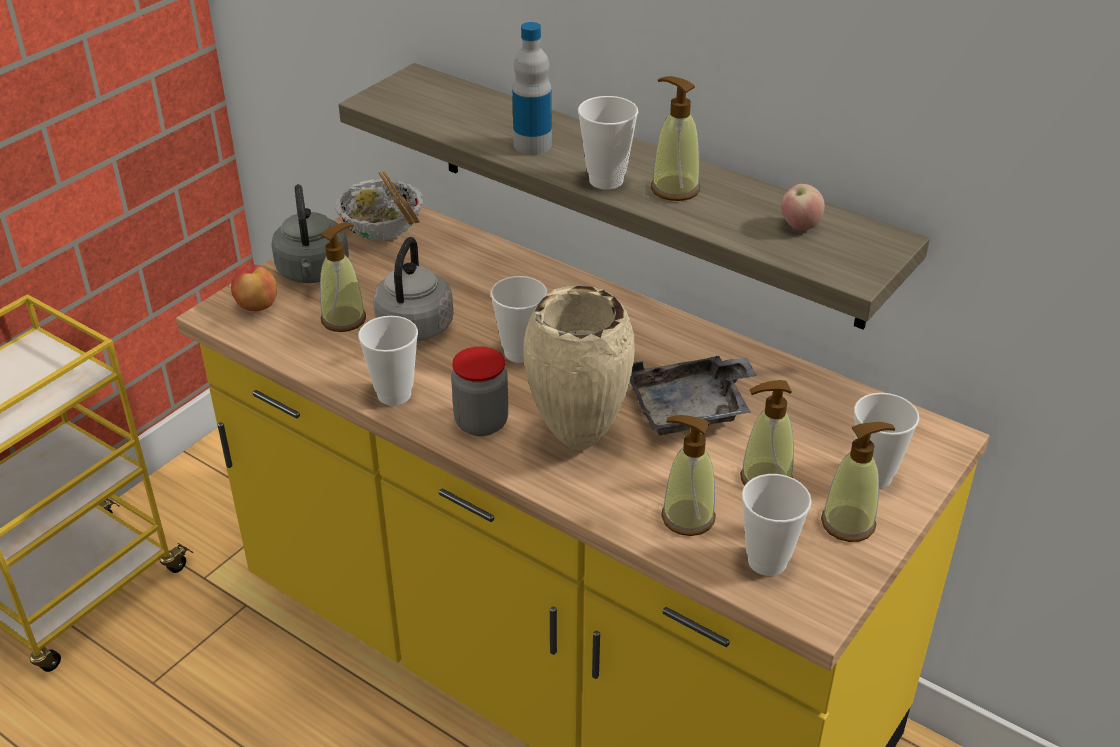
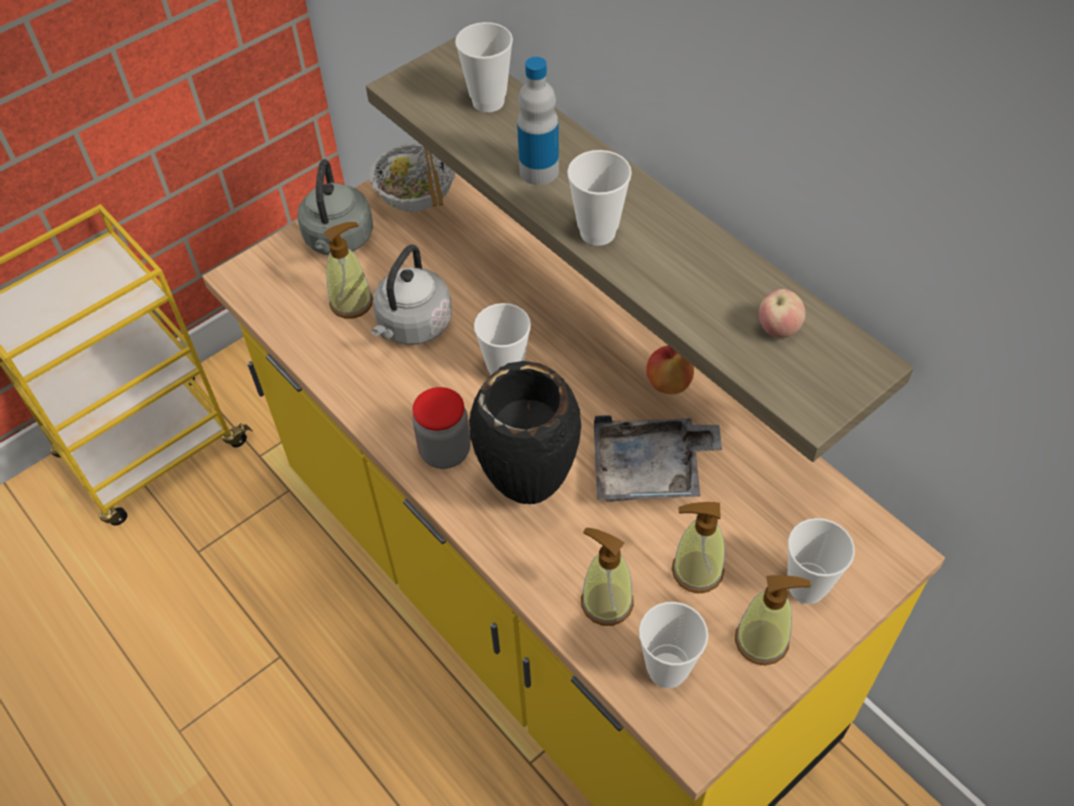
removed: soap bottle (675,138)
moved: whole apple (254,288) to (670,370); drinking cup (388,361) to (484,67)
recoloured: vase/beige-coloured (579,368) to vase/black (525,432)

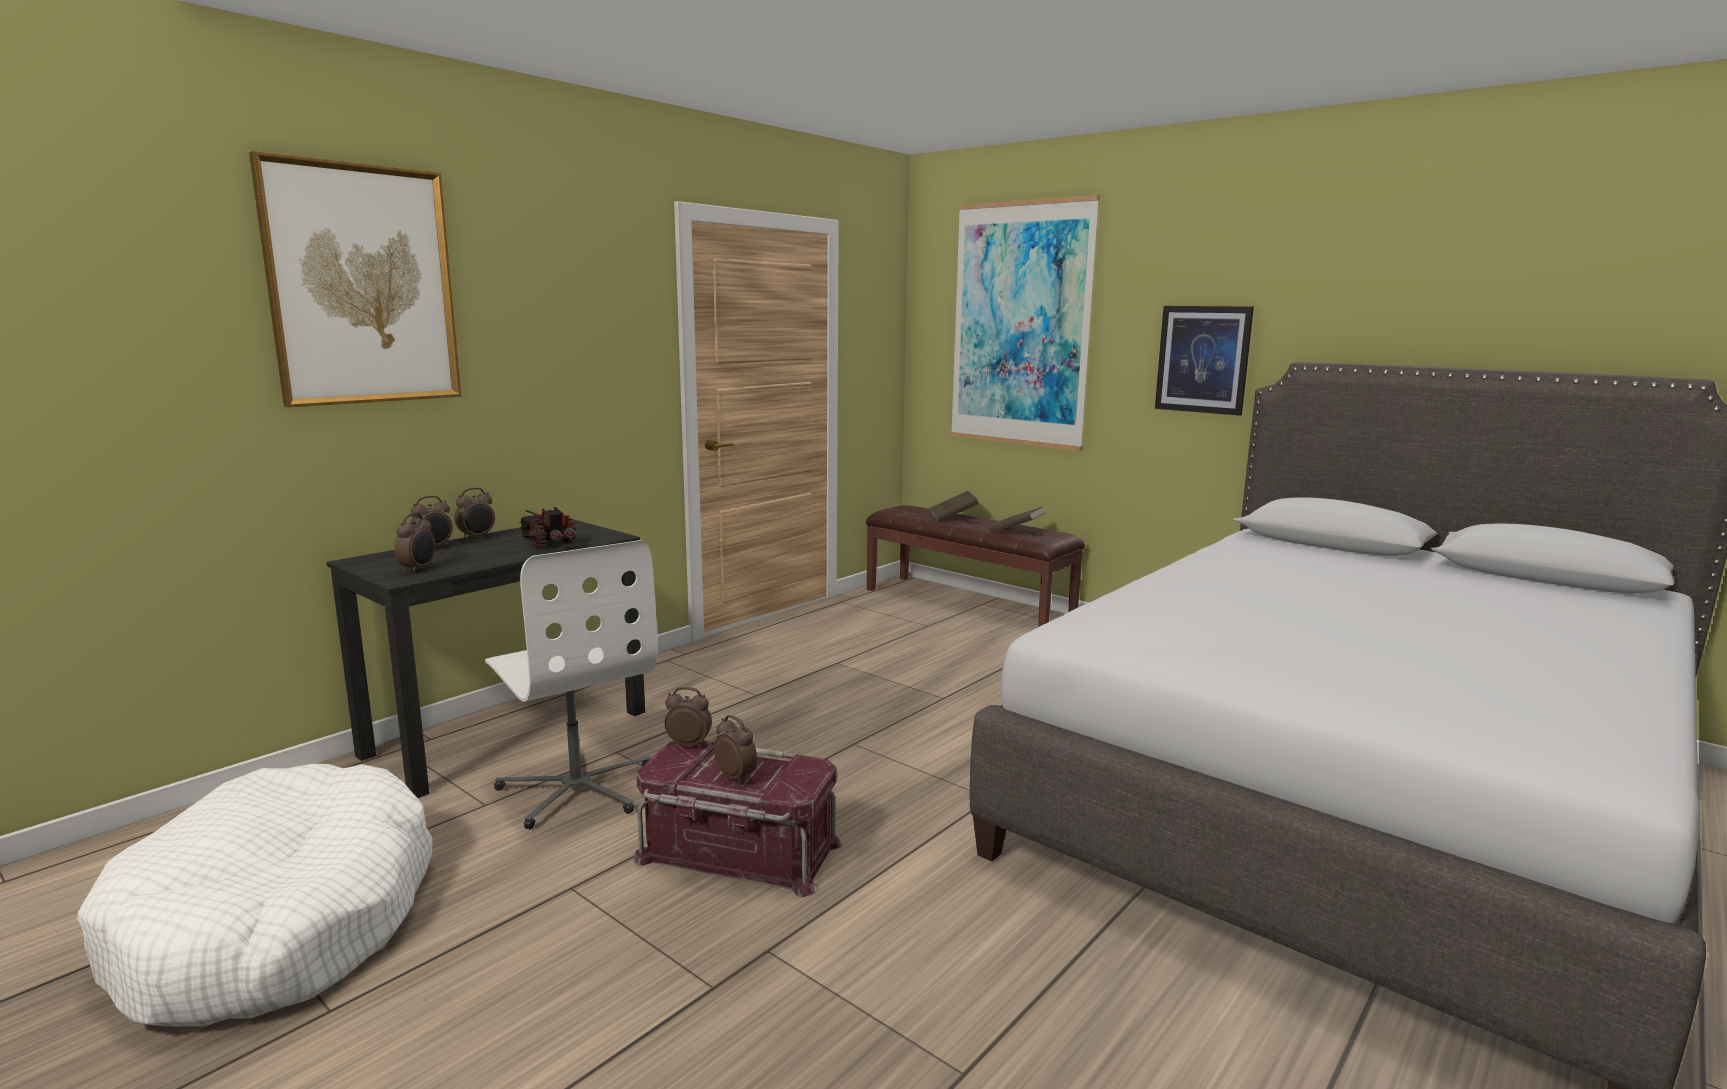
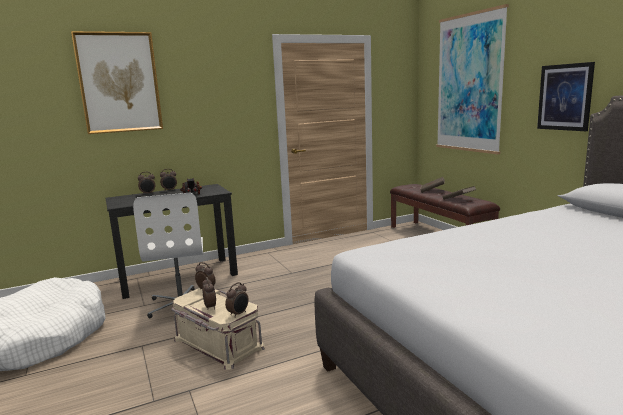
moved: alarm clock (414,543) to (237,300)
recoloured: storage bin/reddish (737,819) to storage bin/beige-coloured (218,329)

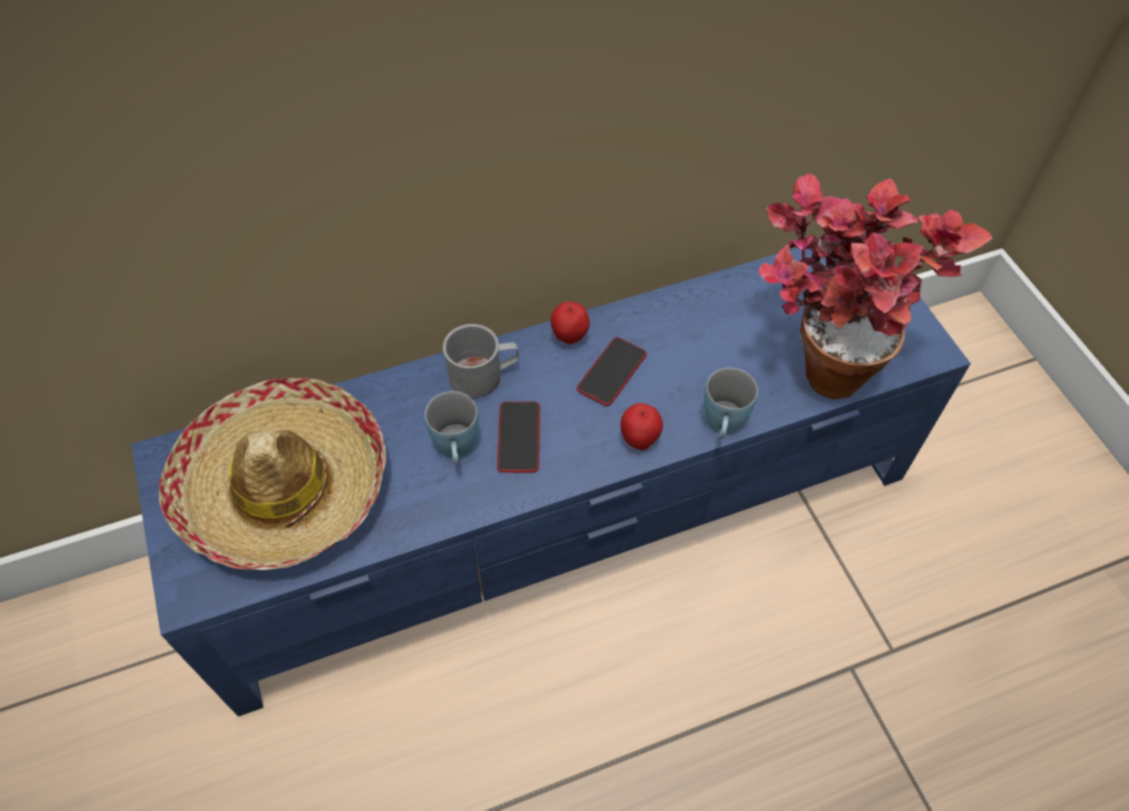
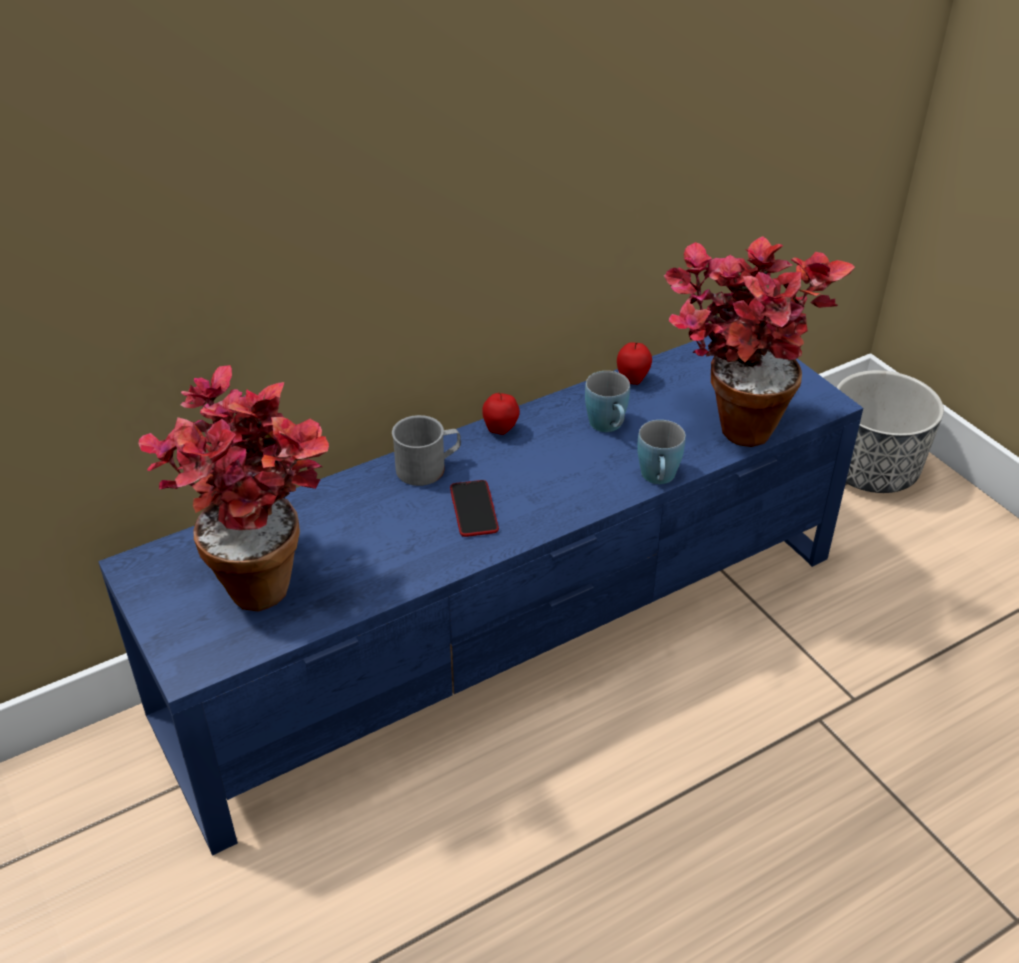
removed: handset (612,371)
added: planter (890,431)
moved: mug/bluish (452,428) to (607,401); whole apple (642,426) to (634,363)
replaced: wearable hat (272,474) to potted plant (234,488)

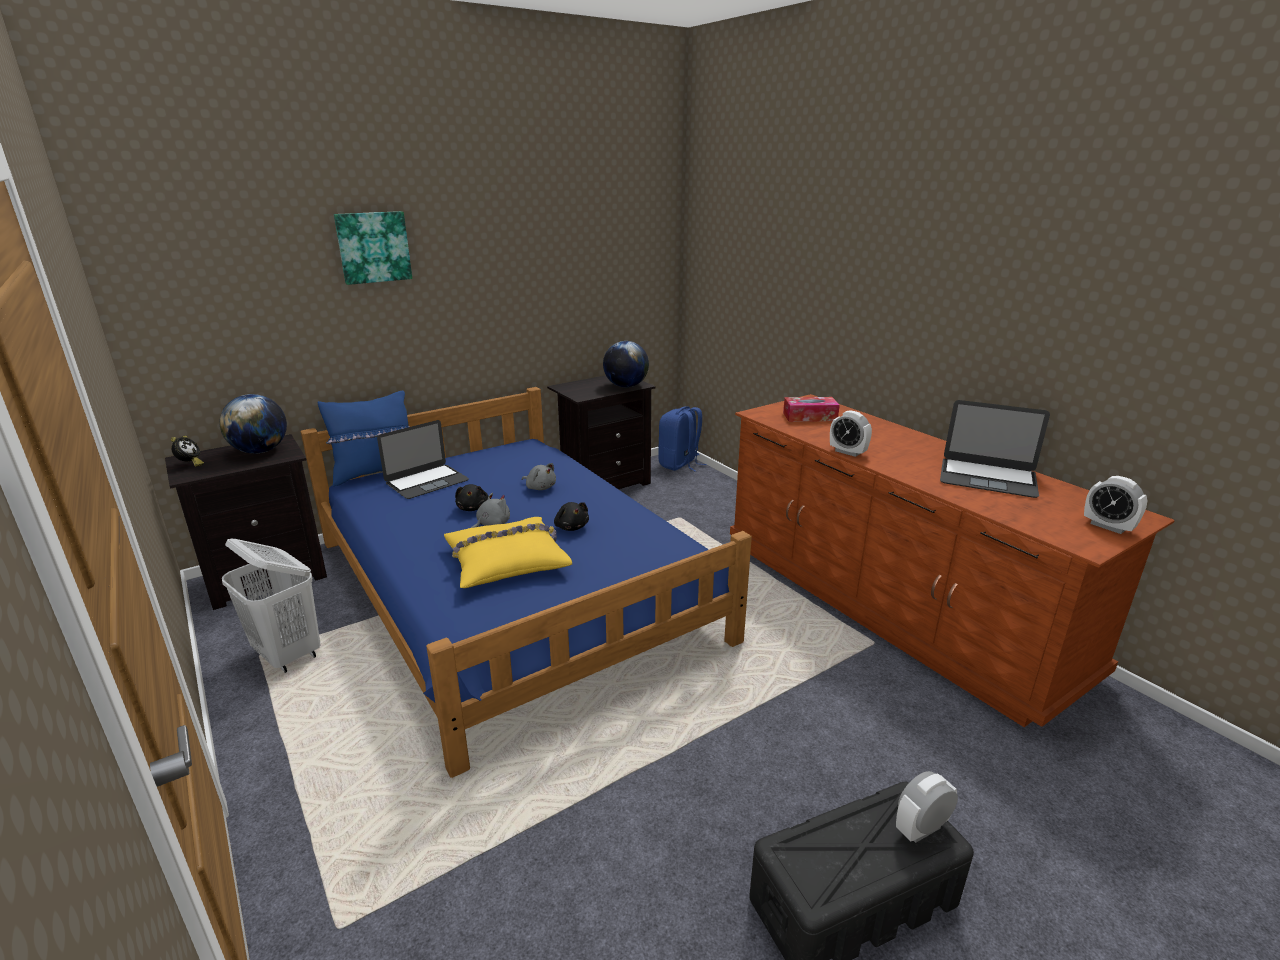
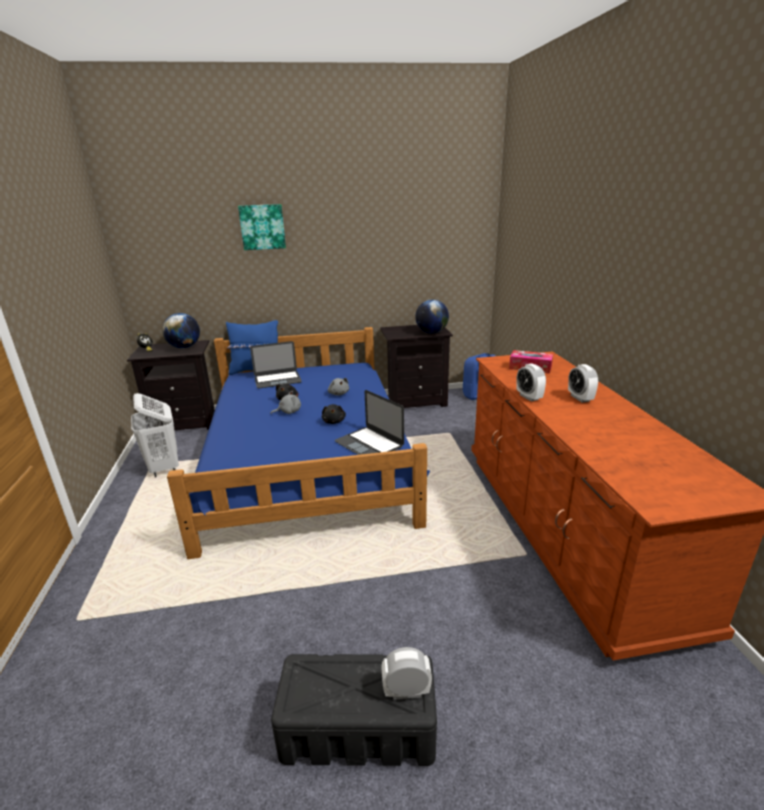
removed: cushion/yellowish (508,552)
moved: portable computer (995,449) to (369,422); alarm clock (1115,505) to (583,383)

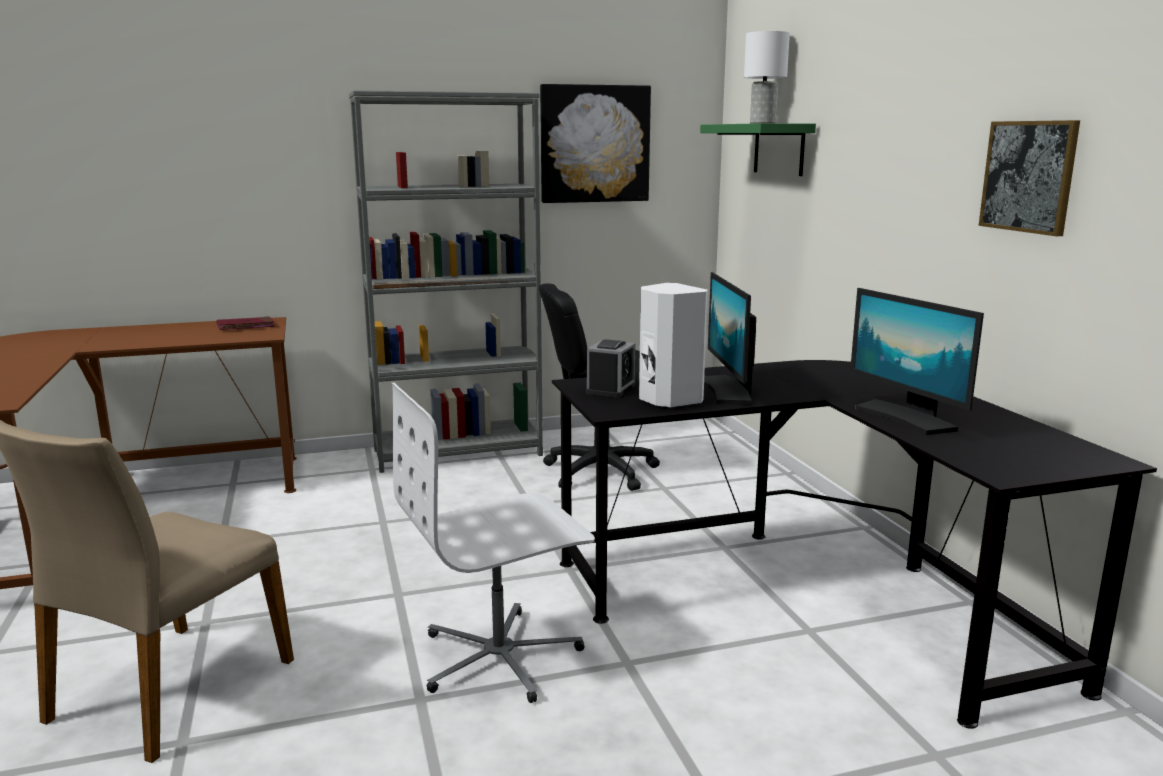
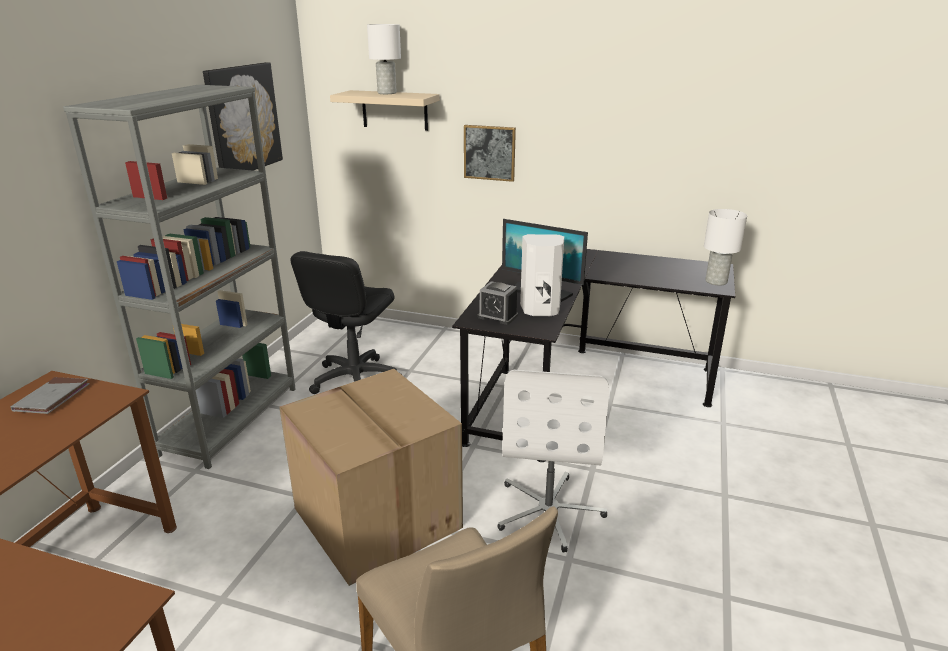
removed: computer display (917,361)
added: cardboard box (371,477); tabletop lamp/white-coloured (725,247)
moved: picture (1029,178) to (490,153)
recoloured: volume/reddish (246,323) to volume/greyish (50,395); shelf/green (758,149) to shelf/beige-coloured (385,110)
turned: alarm clock (610,368) = (498,303) 150 degrees clockwise

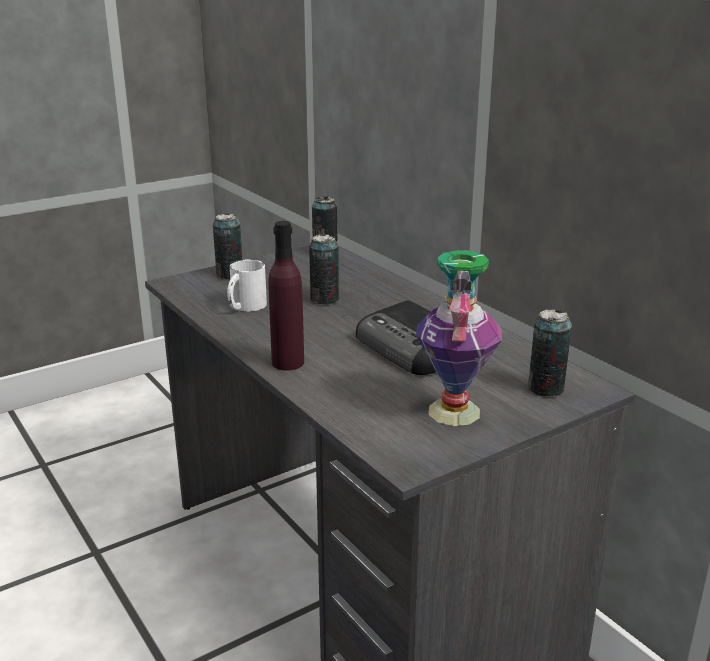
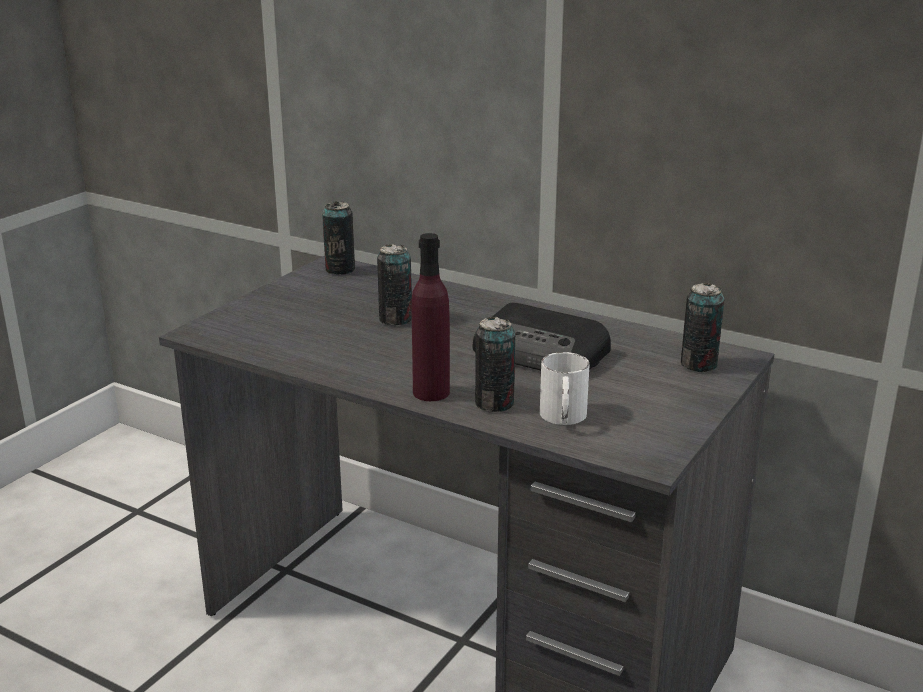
removed: vase (459,338)
moved: sealed can (227,246) to (495,364); mug/white-coloured (247,285) to (565,388)

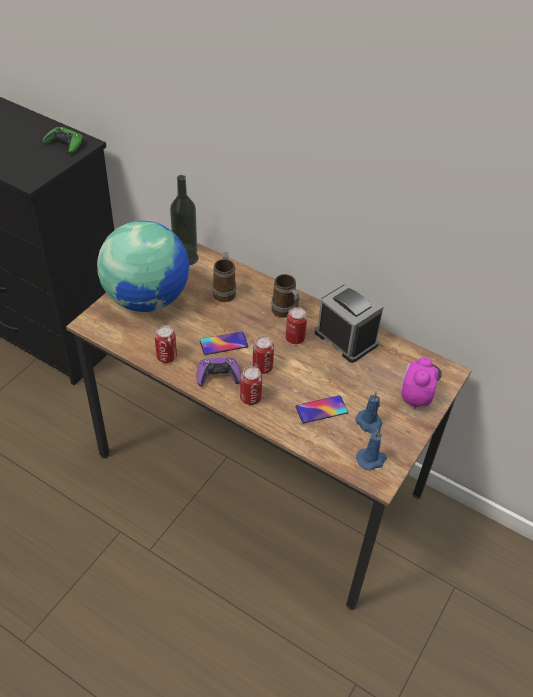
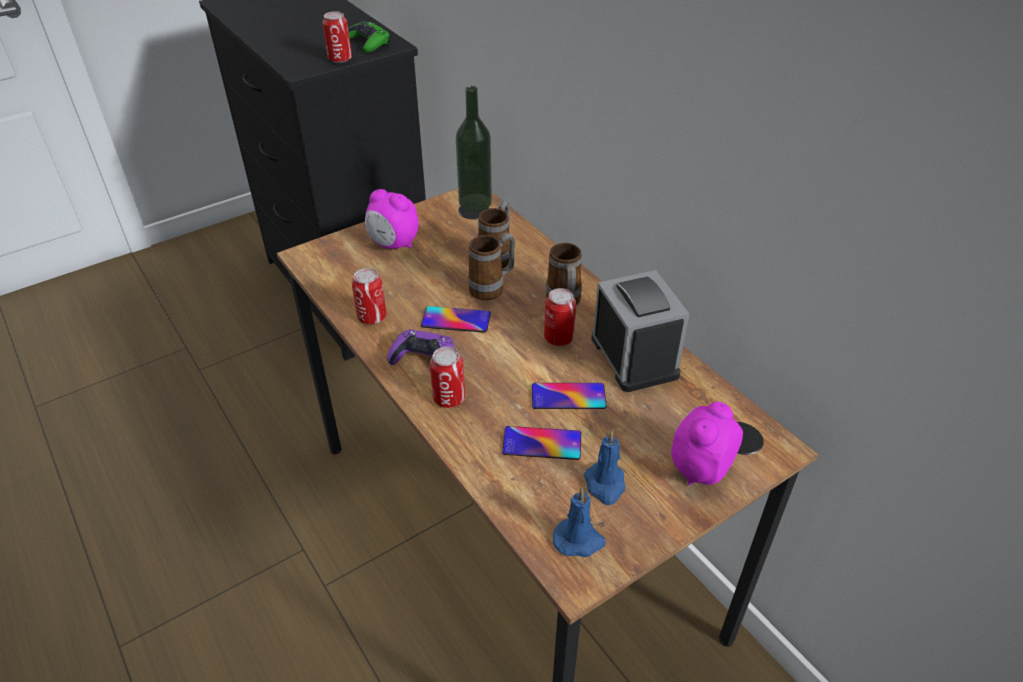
added: mug (491,266); handset (569,396)
moved: sealed can (263,355) to (337,37)
replaced: world globe (143,266) to alarm clock (392,219)

